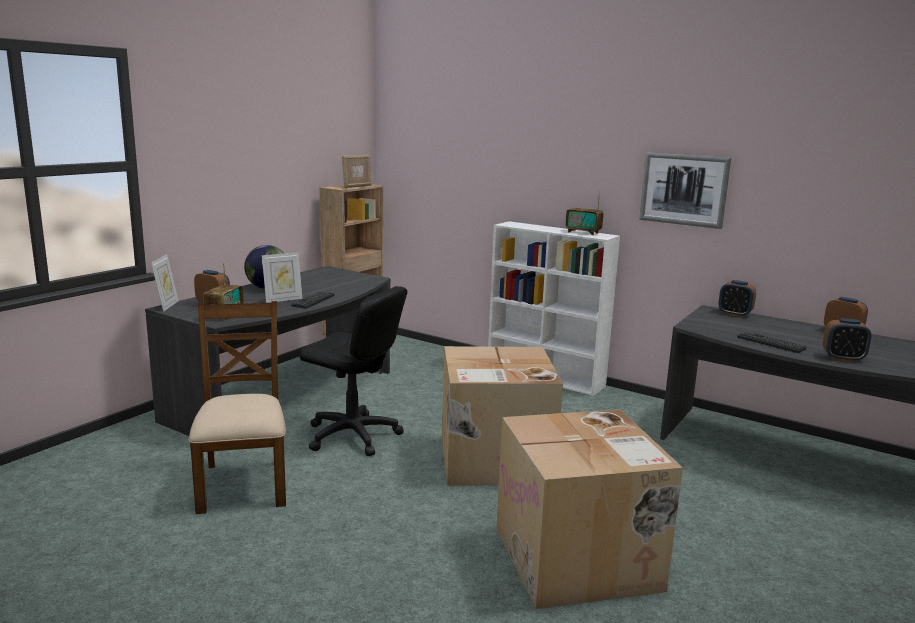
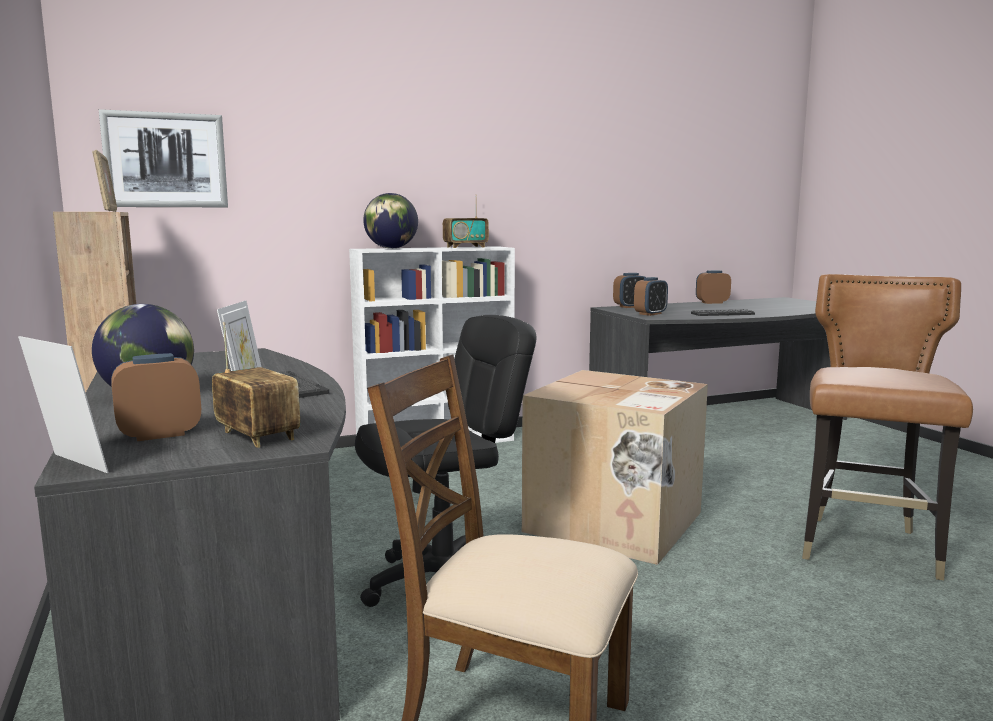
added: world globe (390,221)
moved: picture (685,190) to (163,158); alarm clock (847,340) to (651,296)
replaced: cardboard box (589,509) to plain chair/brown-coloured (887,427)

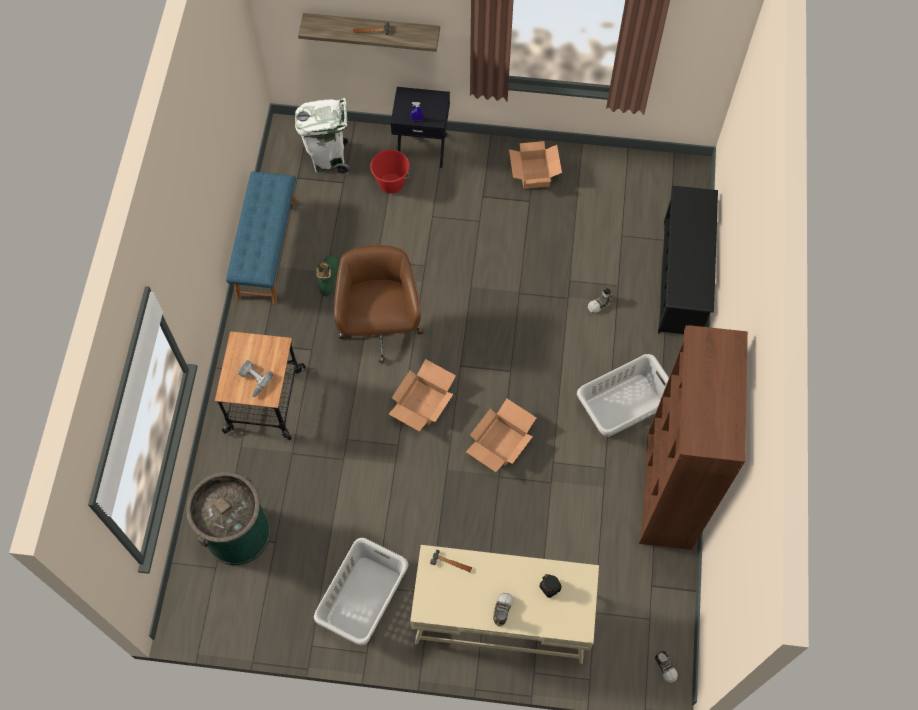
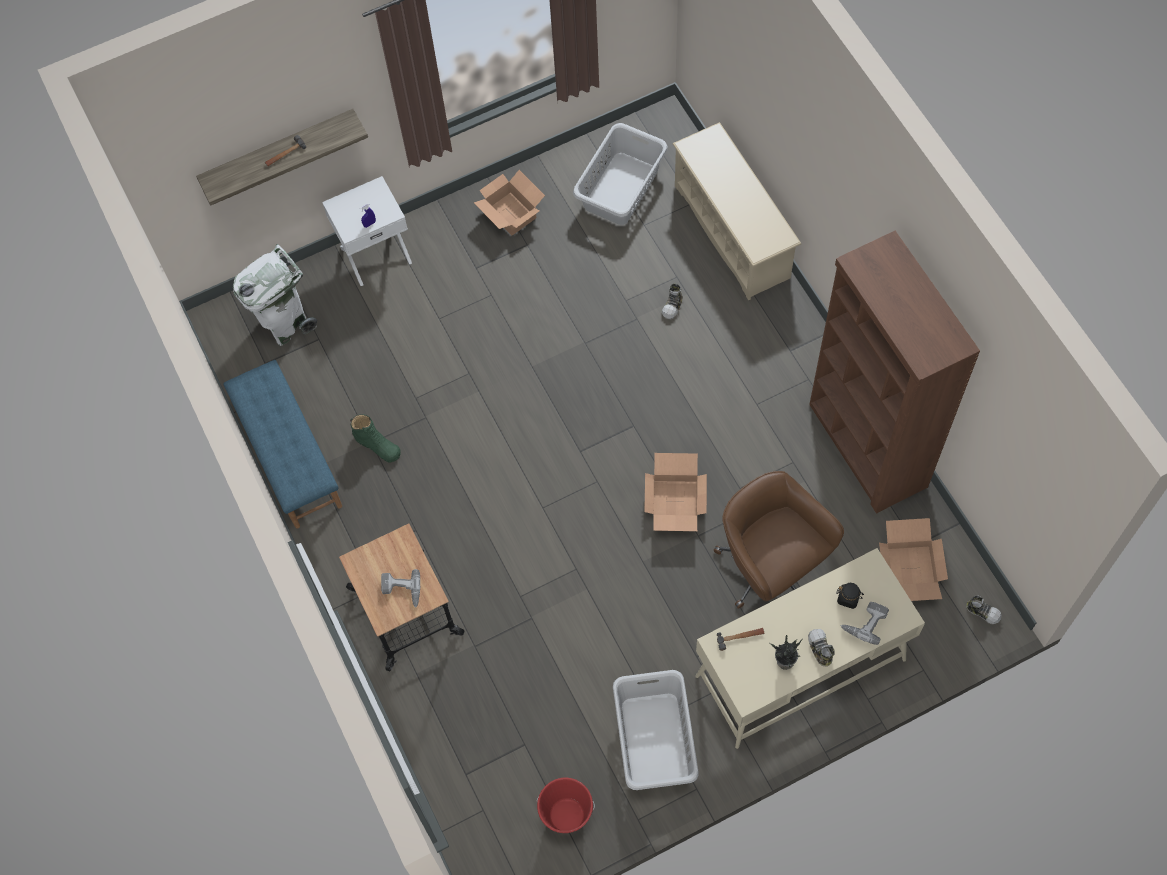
removed: trash can/green (228,518)
added: potted plant (785,652); electric drill (865,623)
moved: desk chair/brown-coloured (379,304) to (779,540); bucket/reddish (390,171) to (566,805); cardboard box (422,395) to (913,559); washing basket/greyish (623,395) to (620,174)
recoloured: night table/black (420,127) to night table/white-coloured (367,231); shoe shelf/black (688,260) to shoe shelf/beige-coloured (736,211)
turned: boot/green (327,275) = (375,438) 150 degrees clockwise

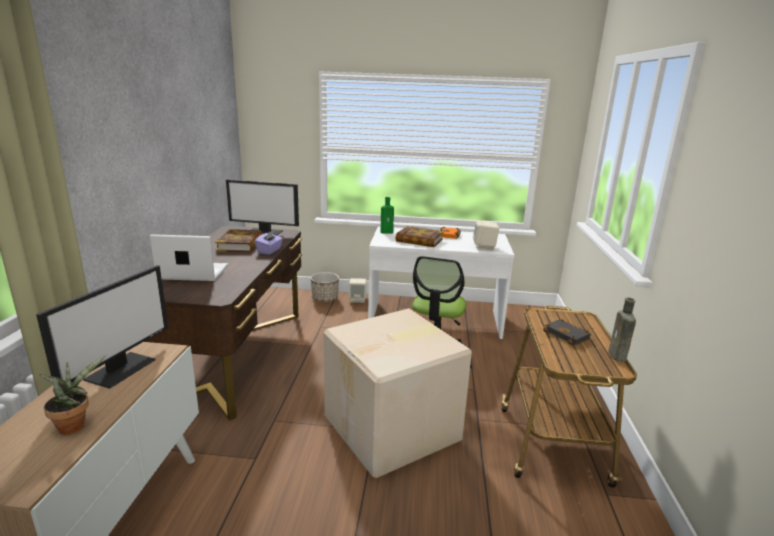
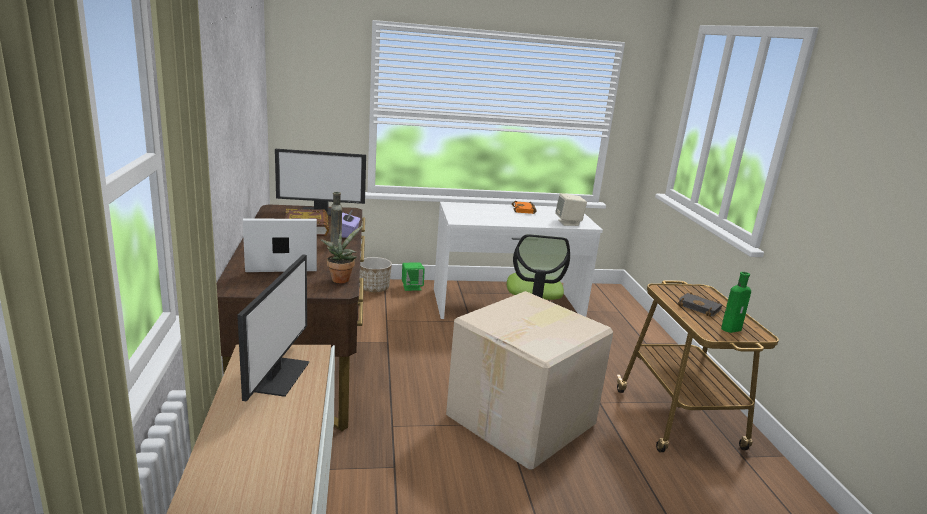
removed: volume (420,236)
moved: potted plant (73,394) to (341,254); bottle/green (387,215) to (736,302); bottle/brown-coloured (622,329) to (336,219)
recoloured: audio speaker/beige-coloured (357,290) to audio speaker/green (413,276)

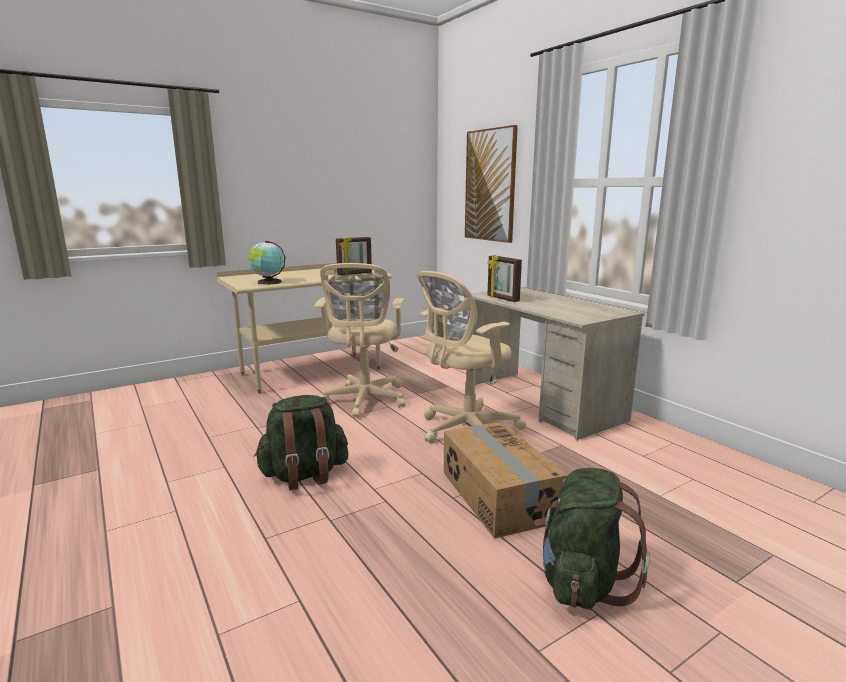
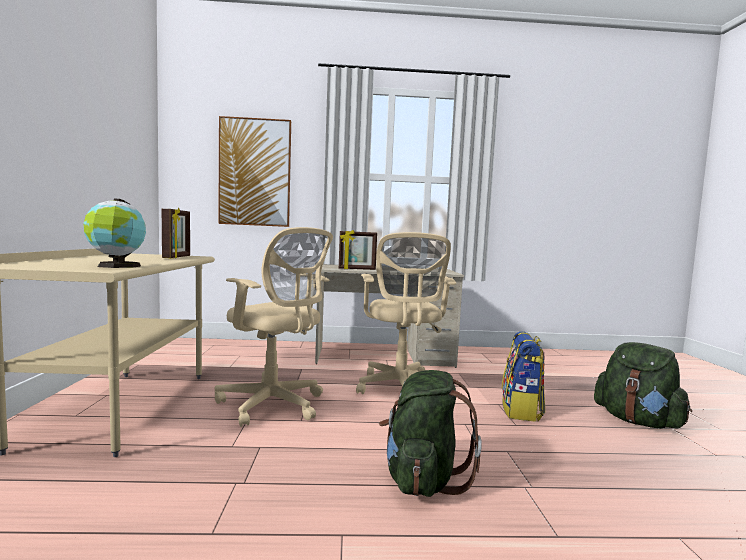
replaced: cardboard box (505,480) to backpack (523,376)

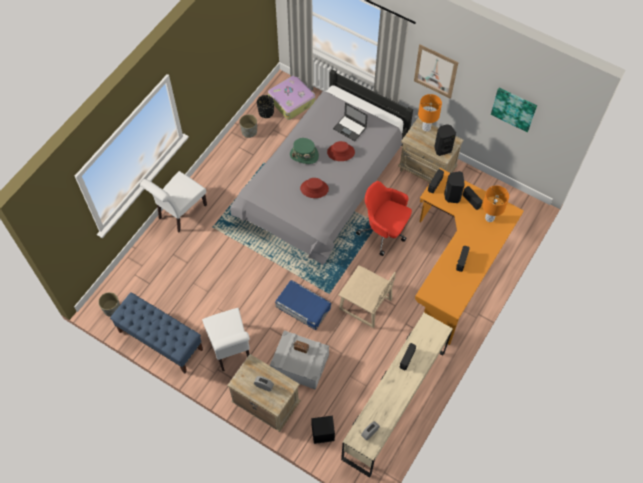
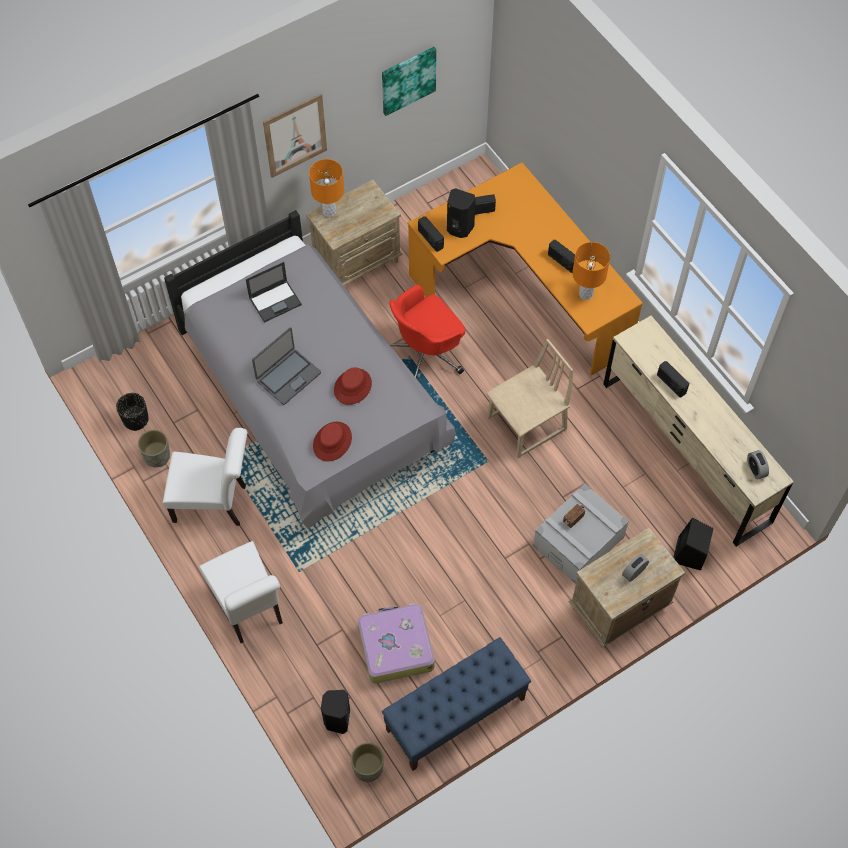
removed: storage bin/bluish (303,305)
moved: plain chair/white-coloured (226,339) to (205,477); travel case (291,97) to (396,643); wearable hat/reddish (341,151) to (332,442); audio speaker/black (445,140) to (335,712); tabletop lamp/orange (495,203) to (591,271)
replaced: wearable hat/green (304,151) to portable computer (286,366)

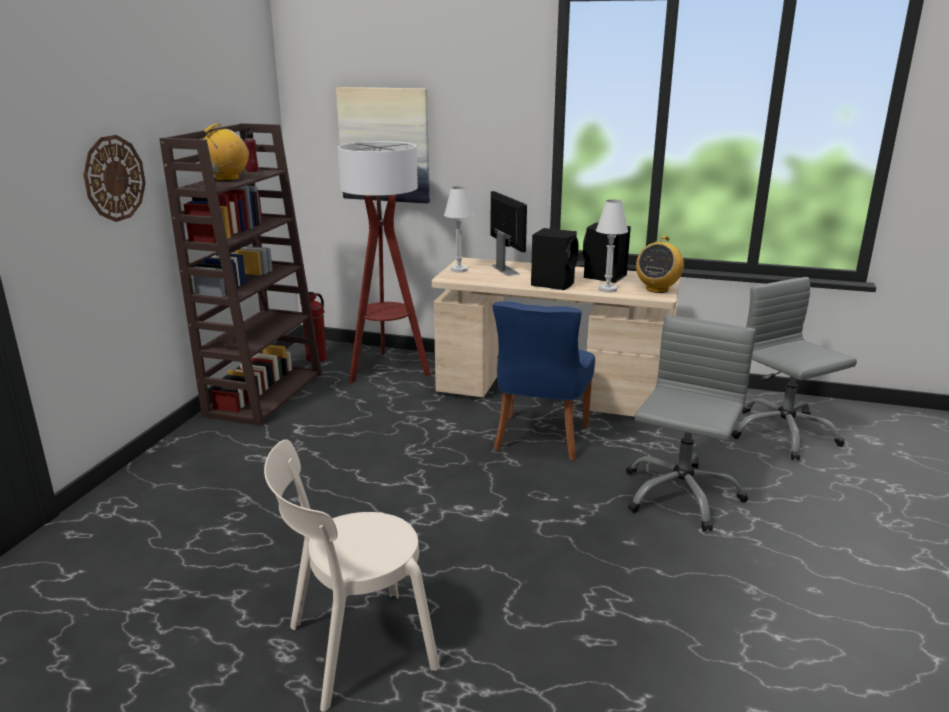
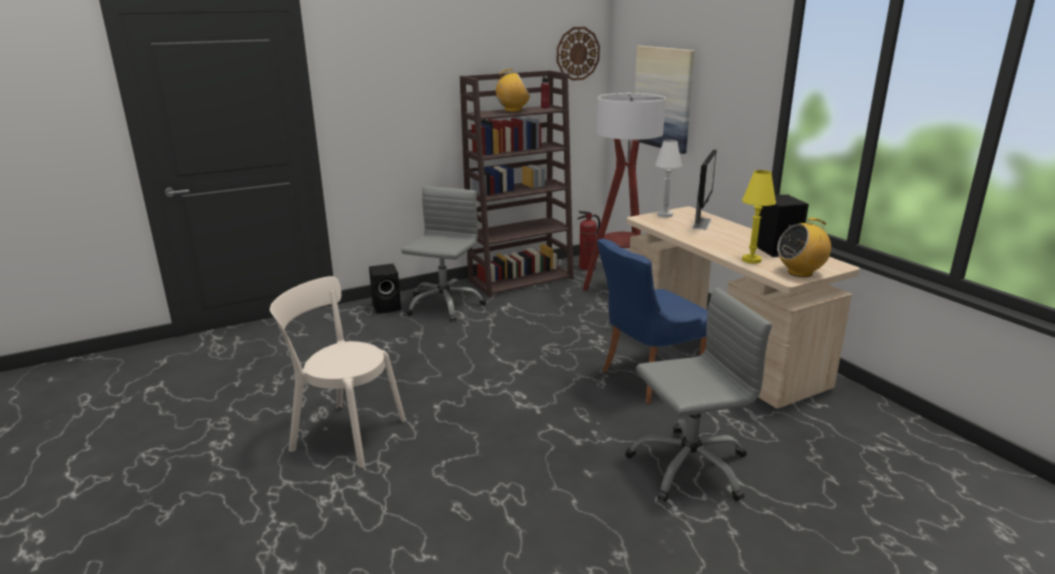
moved: wall clock (114,178) to (578,54); audio speaker/black (555,259) to (385,289); desk chair/greyish (794,368) to (443,253)
recoloured: tabletop lamp/white-coloured (612,246) to tabletop lamp/yellowish (759,217)

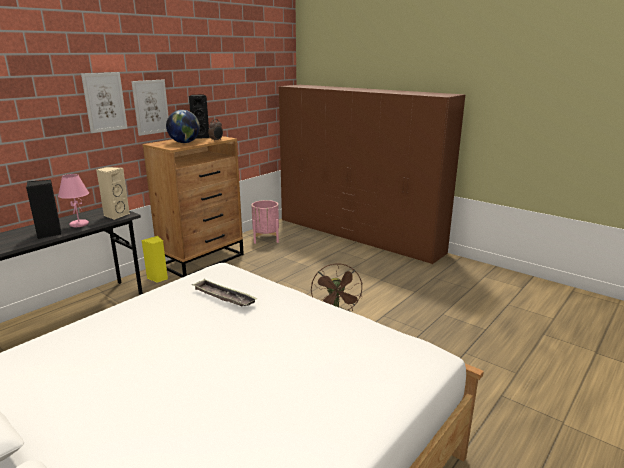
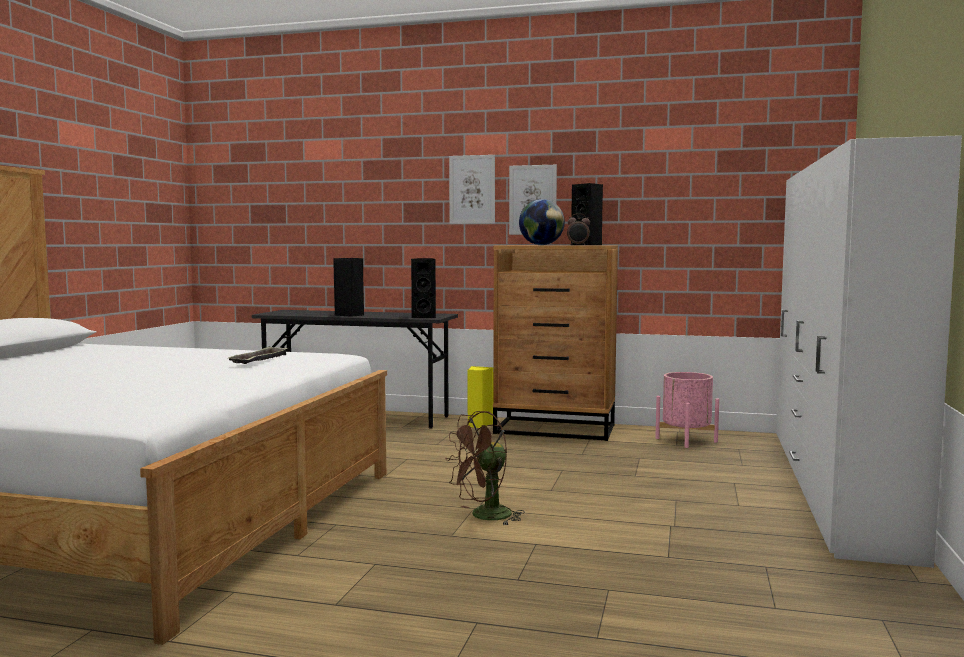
removed: tabletop lamp/pinkish (73,200)
recoloured: audio speaker/beige-coloured (113,193) to audio speaker/black (423,288); armoire/brown-coloured (372,174) to armoire/white-coloured (869,351)

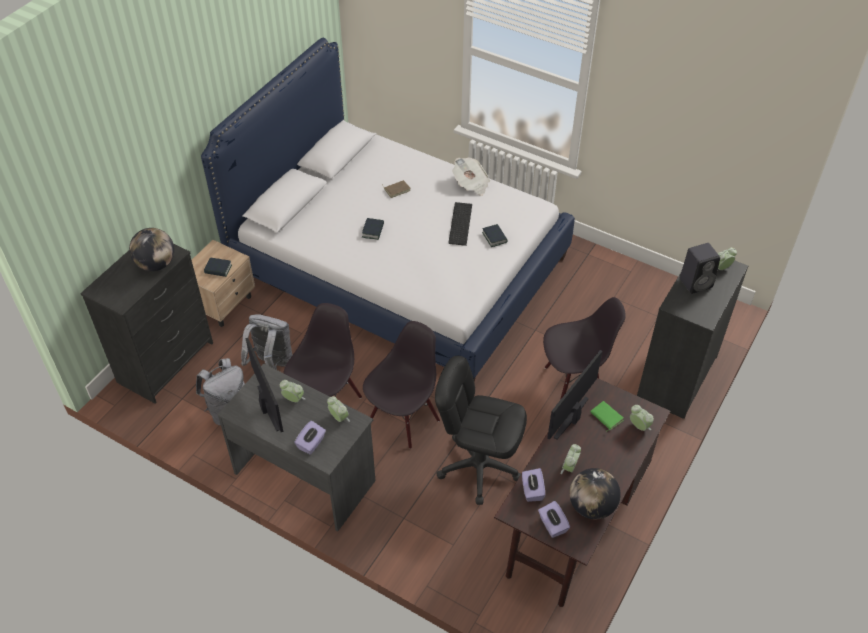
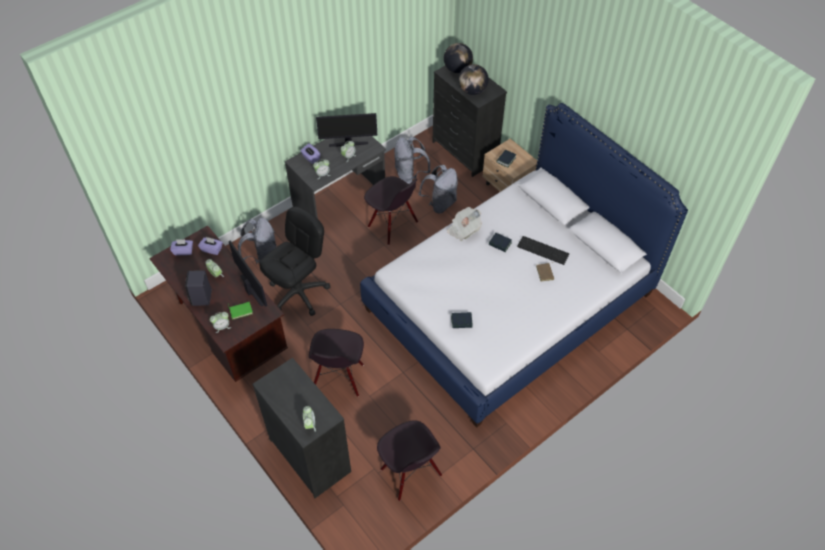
added: backpack/greyish (257,241)
moved: plain chair/black (401,385) to (409,460); keyboard (460,224) to (543,250); newspaper (471,177) to (464,224); world globe (595,493) to (458,58); audio speaker/black (699,268) to (198,288)

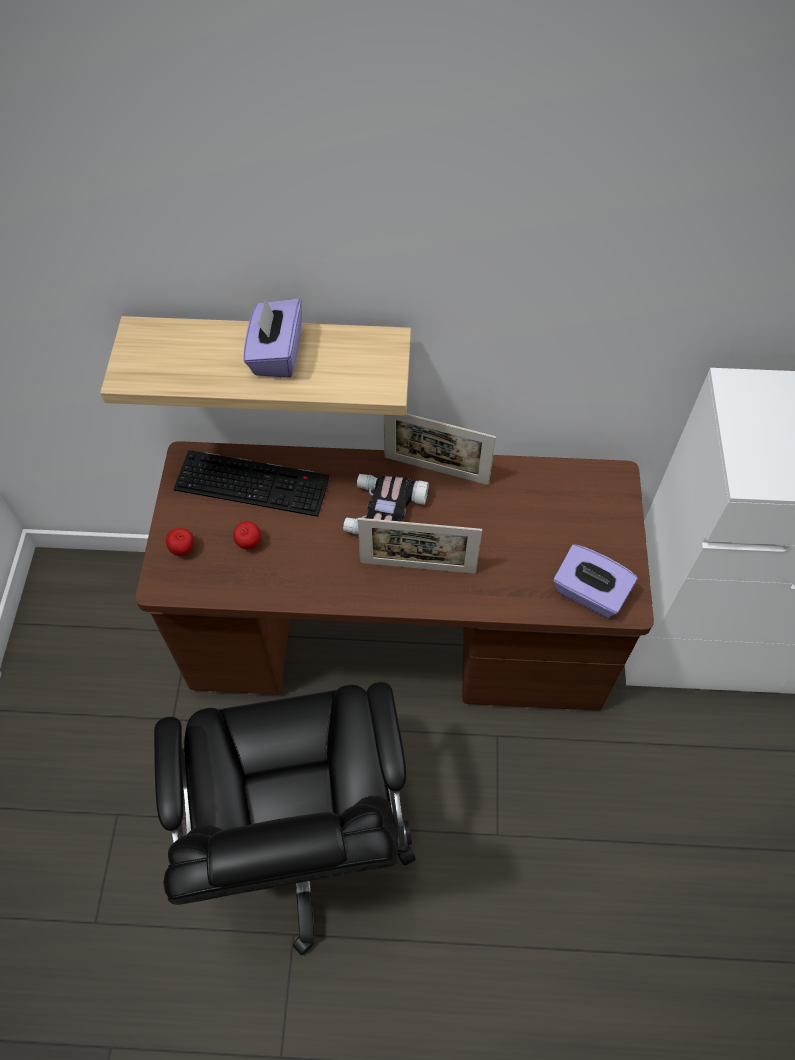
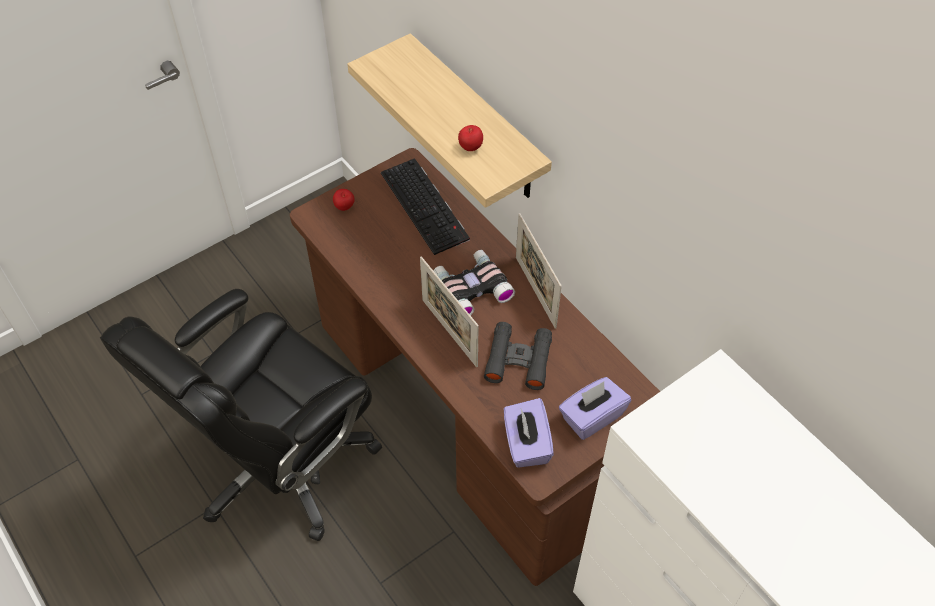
added: pair of binoculars/black (518,356)
moved: whole apple (247,535) to (470,138); box of tissues/purple (273,338) to (595,408)

